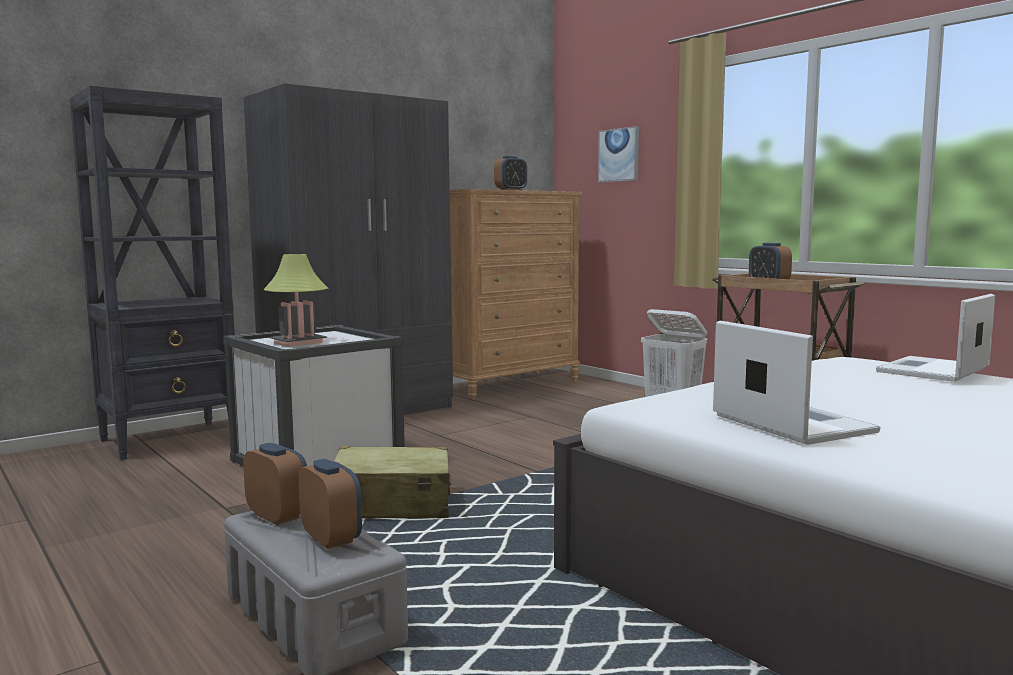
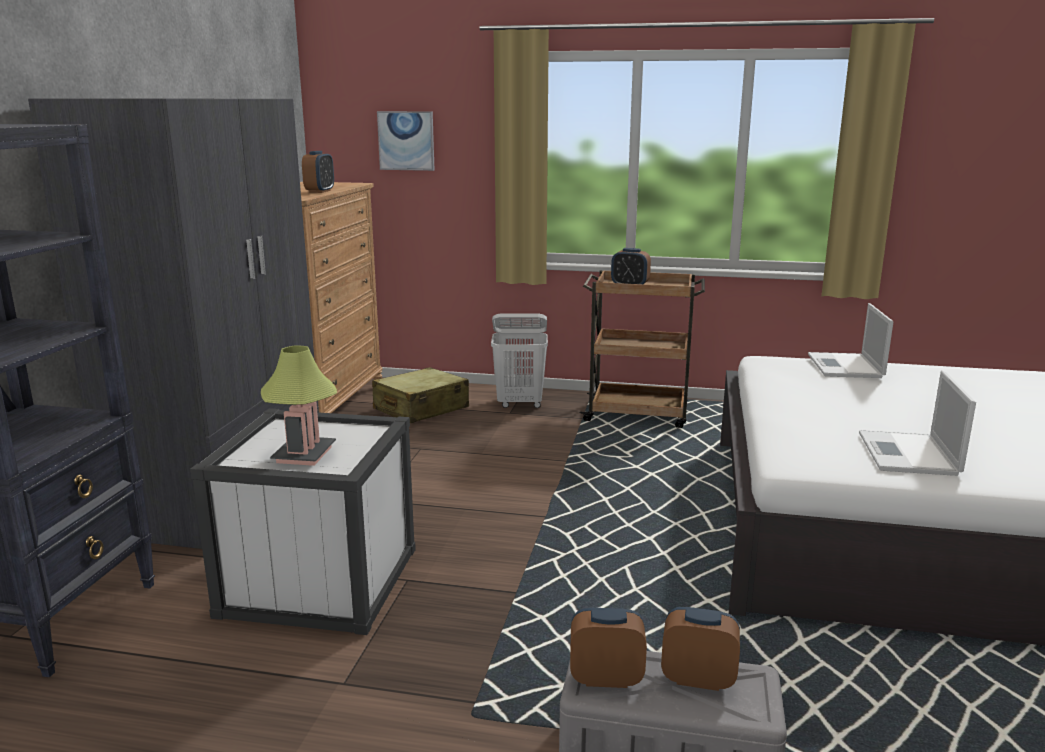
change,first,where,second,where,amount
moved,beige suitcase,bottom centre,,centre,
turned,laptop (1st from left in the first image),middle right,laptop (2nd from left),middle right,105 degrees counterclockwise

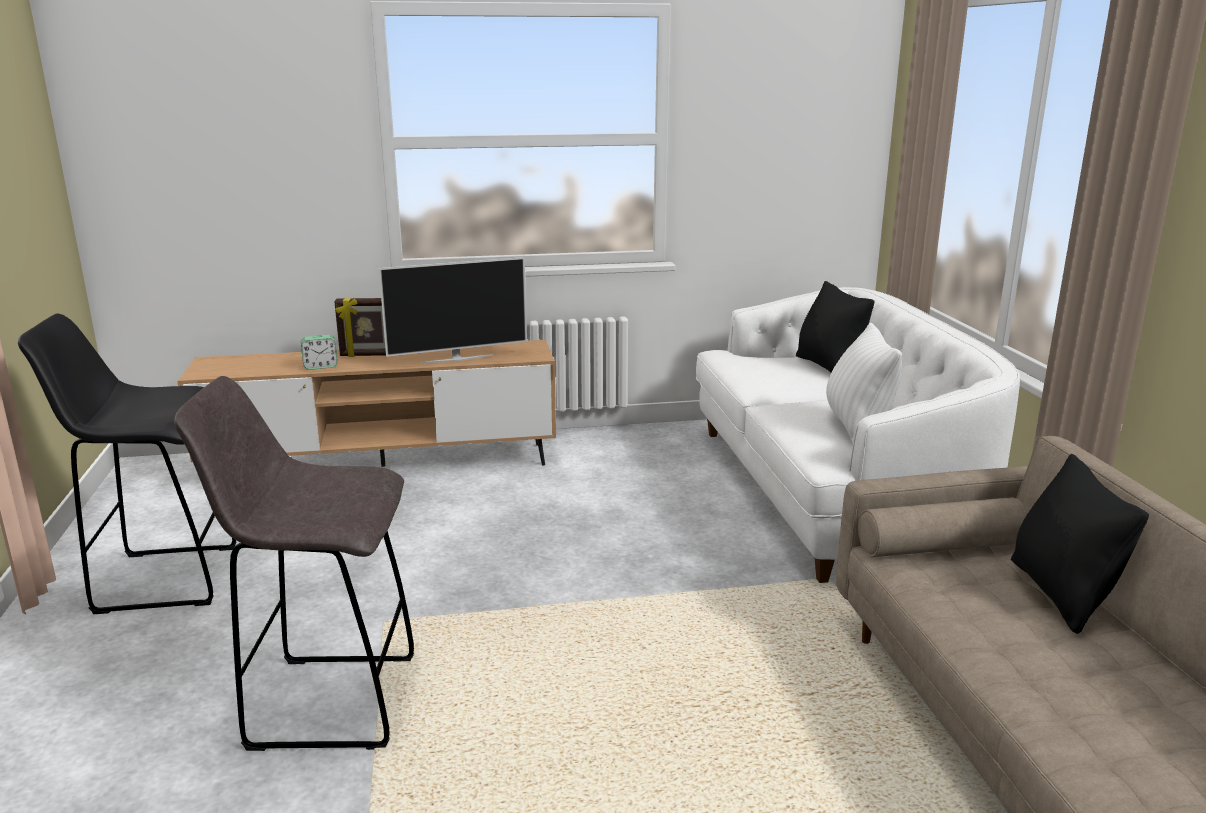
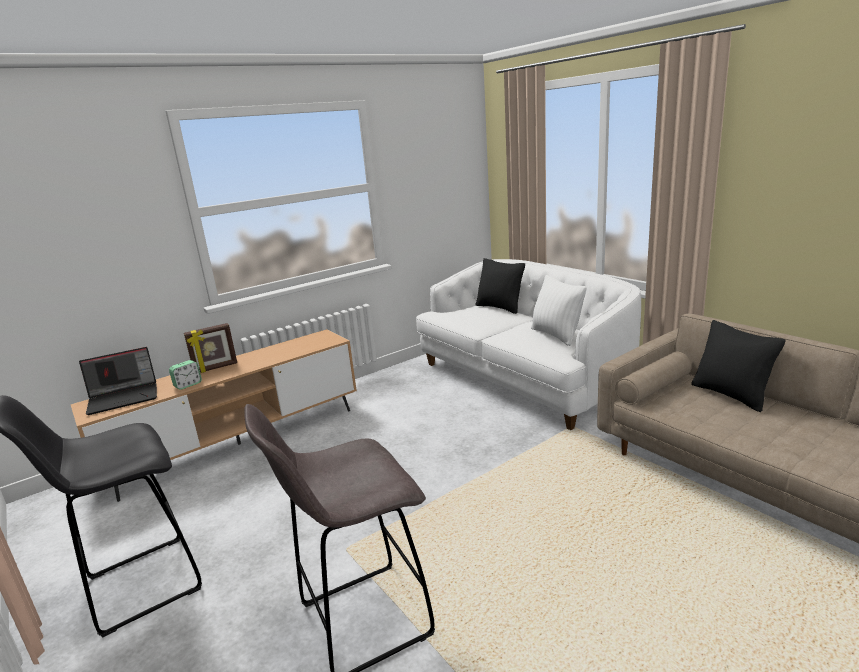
change,first,where,second,where,amount
removed,television,centre,,,
added,,,laptop,middle left,

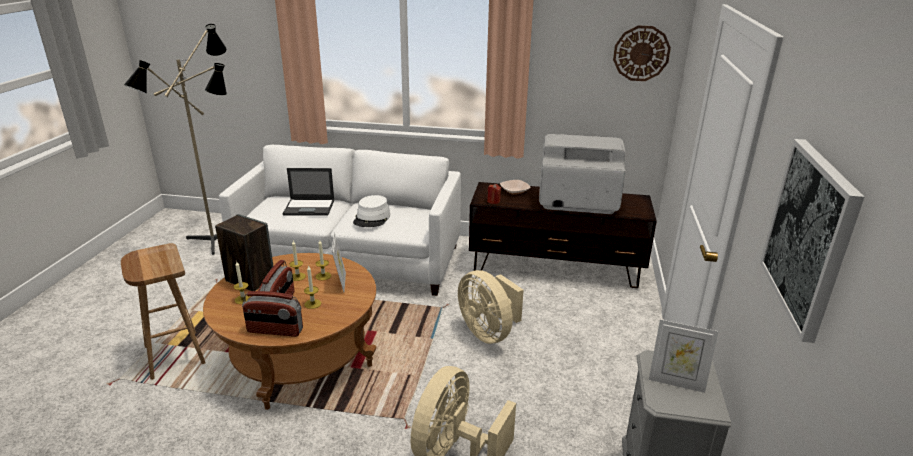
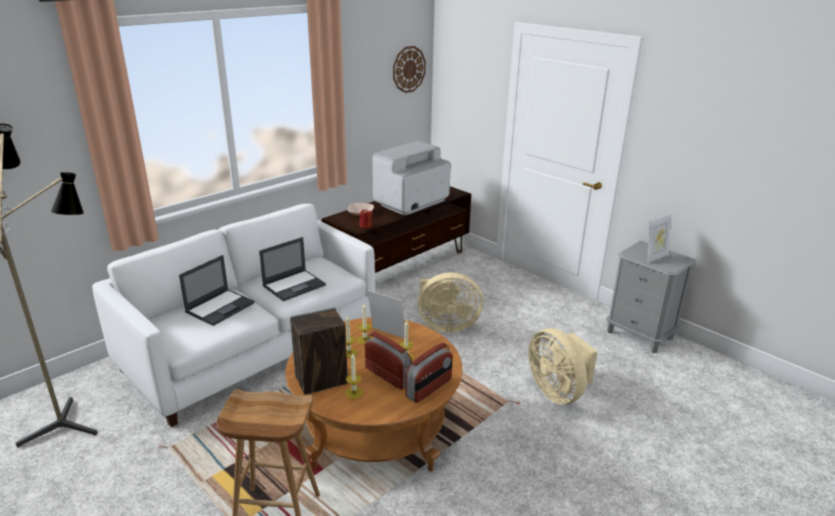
change,first,where,second,where,amount
removed,picture,middle right,,,
replaced,white hat,centre,laptop (2nd from left),centre,

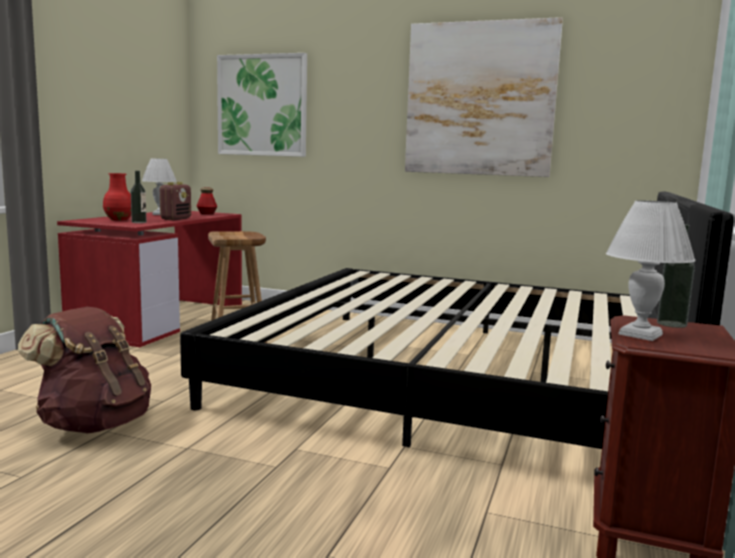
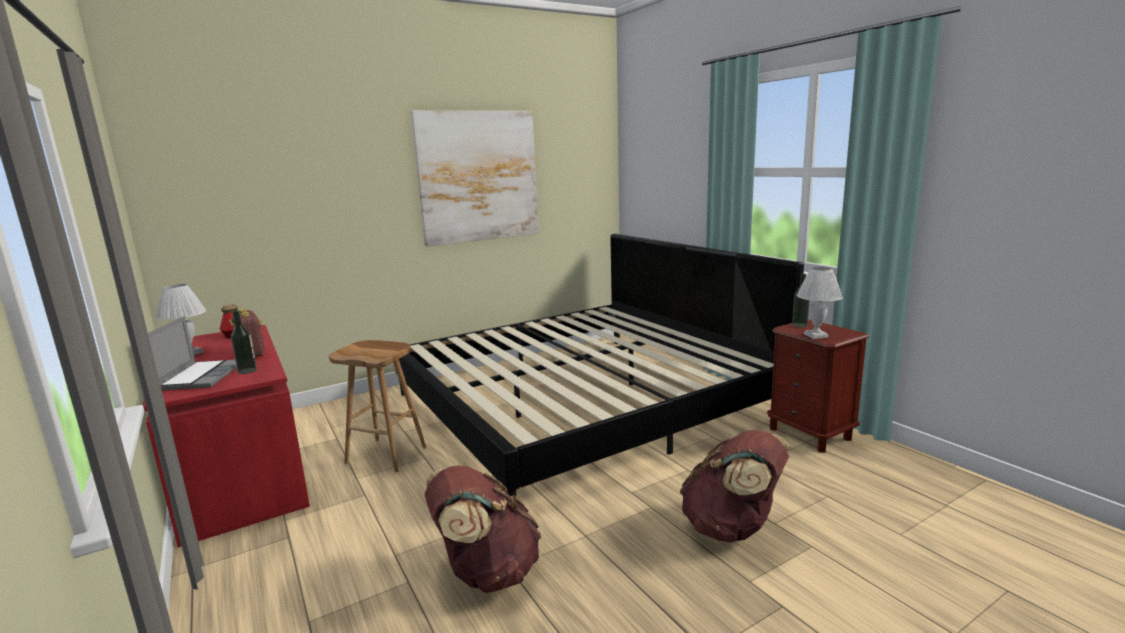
change,first,where,second,where,amount
removed,picture (1st from left),top centre,,,
added,,,brown backpack (2nd from left),bottom centre,
replaced,red vase,middle left,laptop,middle left,

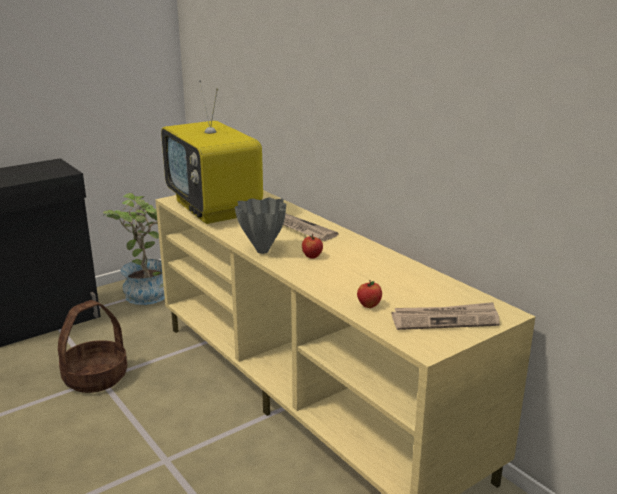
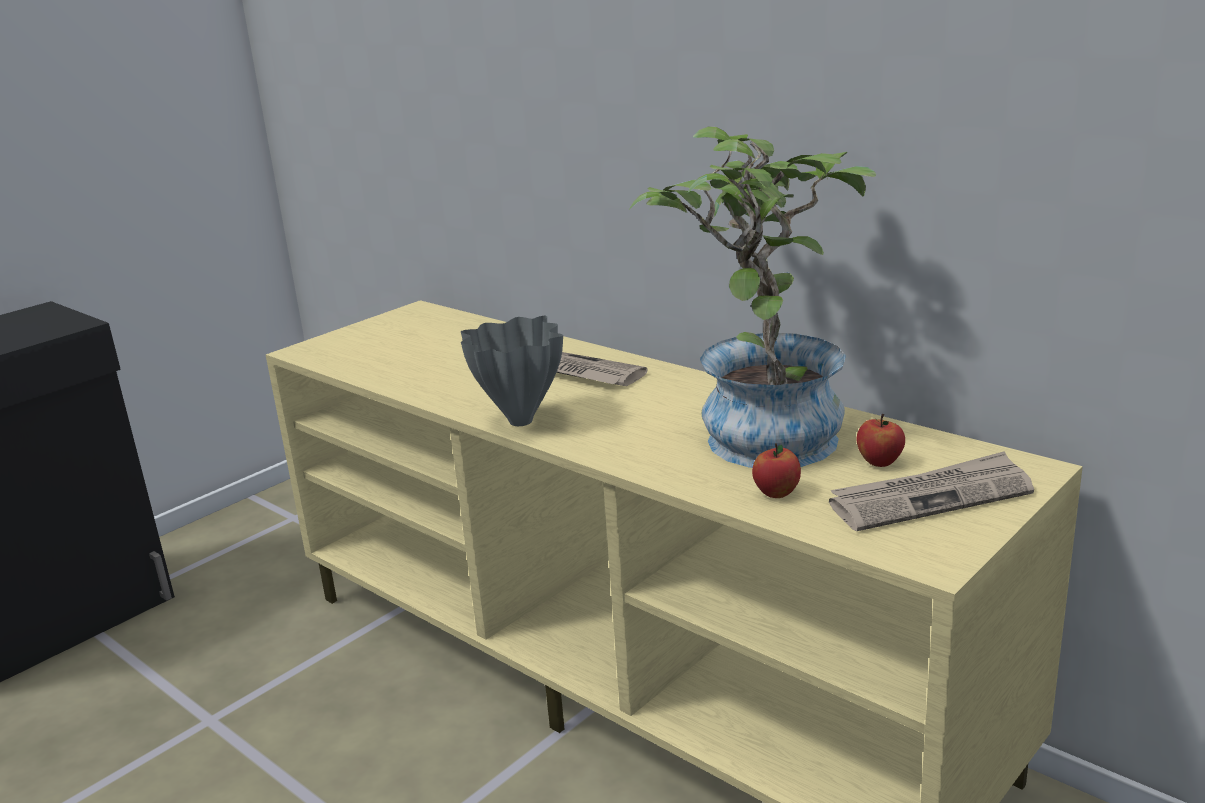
change,first,where,second,where,amount
removed,basket,bottom left,,,
removed,television,top centre,,,
moved,potted plant,middle left,,centre,
moved,apple (1st from left in the first image),centre,apple (2nd from left),middle right,

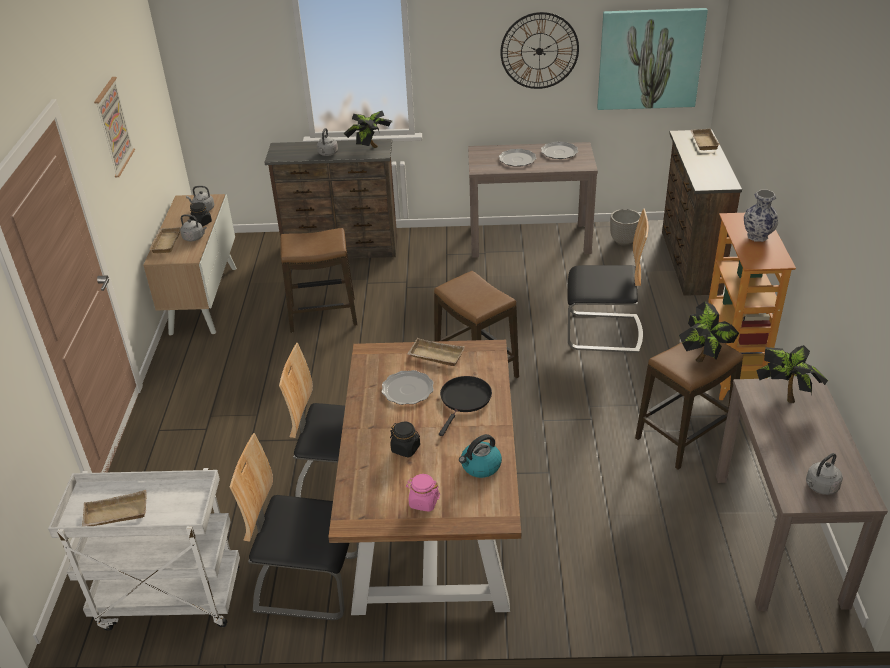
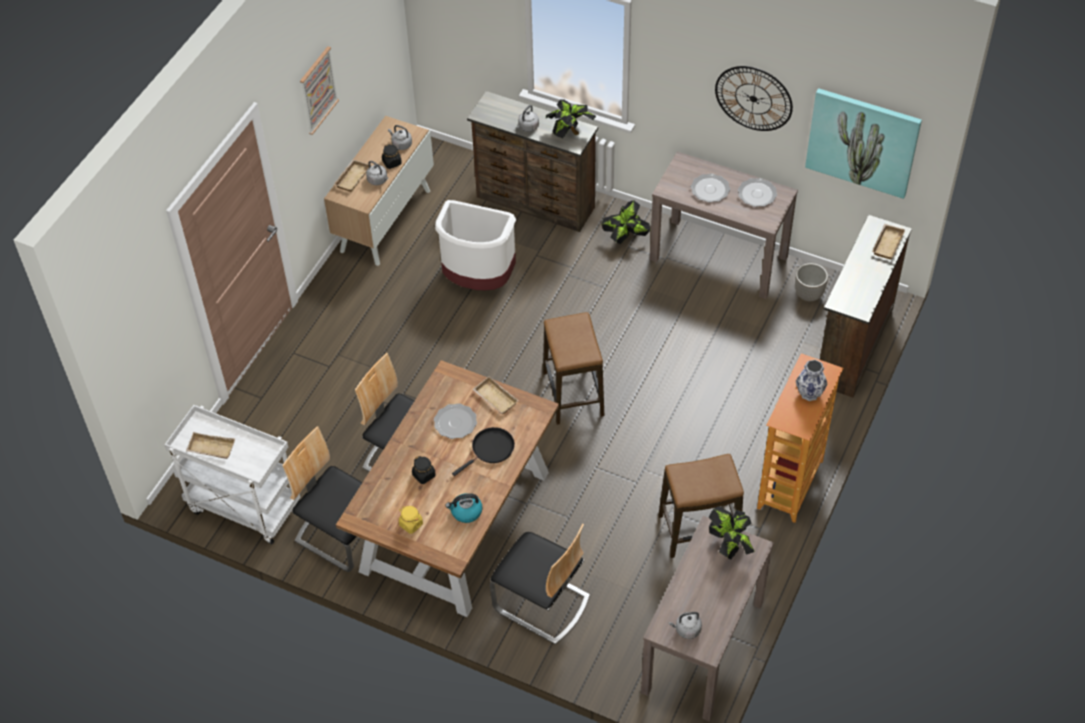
change,first,where,second,where,amount
moved,chair (3rd from left),middle right,,bottom centre,
moved,potted plant (2nd from left),middle right,,top centre,
replaced,stool (1st from left),centre,white trash can,centre,
recoloured,pink jar,bottom centre,yellow jar,bottom centre,

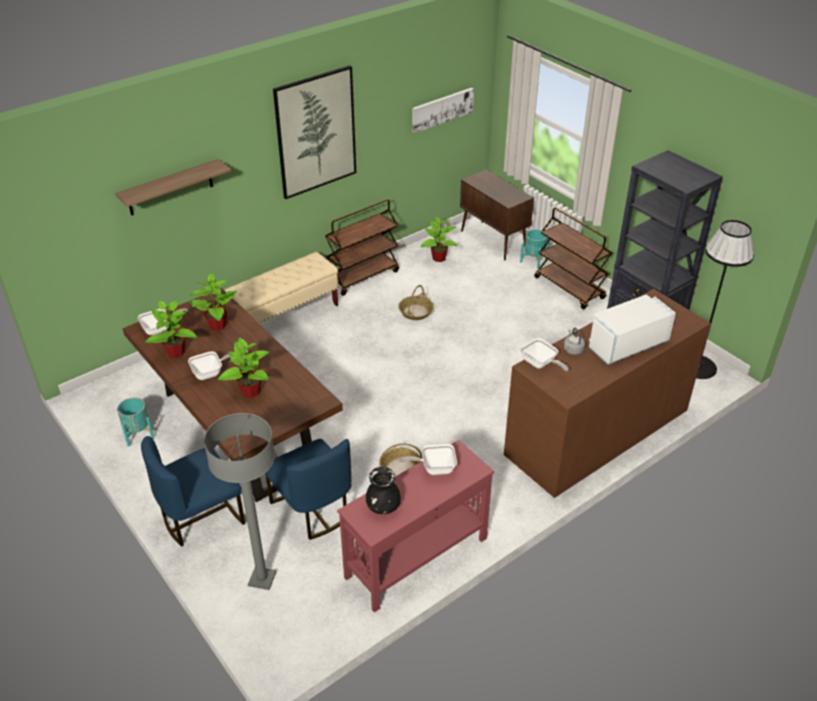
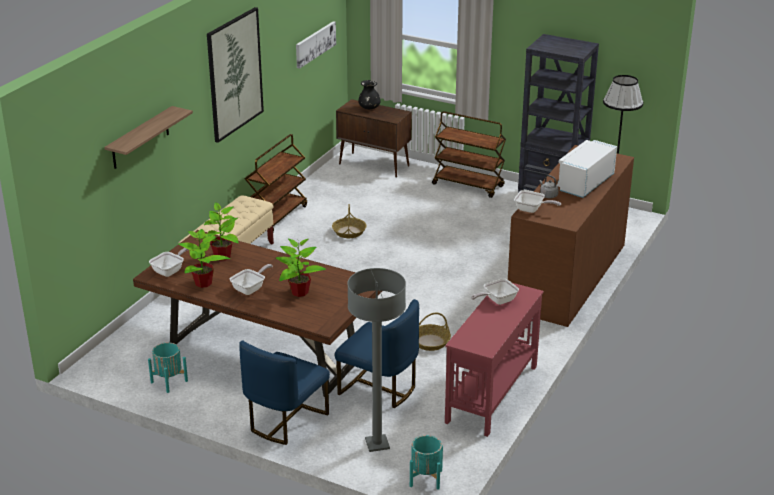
change,first,where,second,where,amount
removed,potted plant (4th from left),centre,,,
moved,black vase,bottom centre,,top centre,
moved,turquoise planter (2nd from left),centre,,bottom centre,

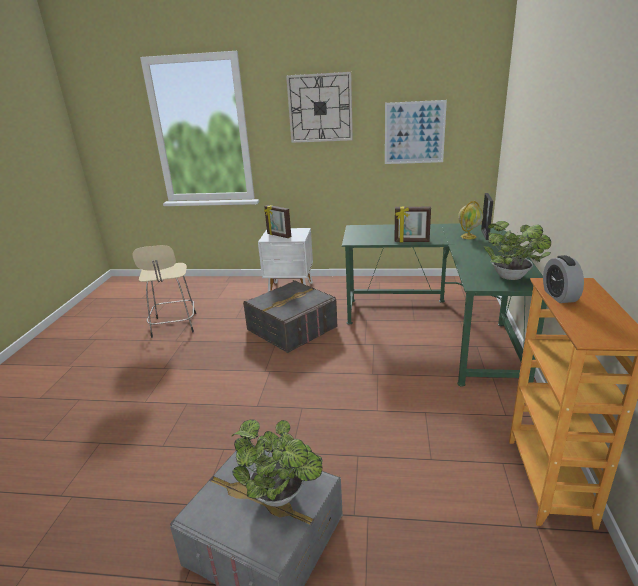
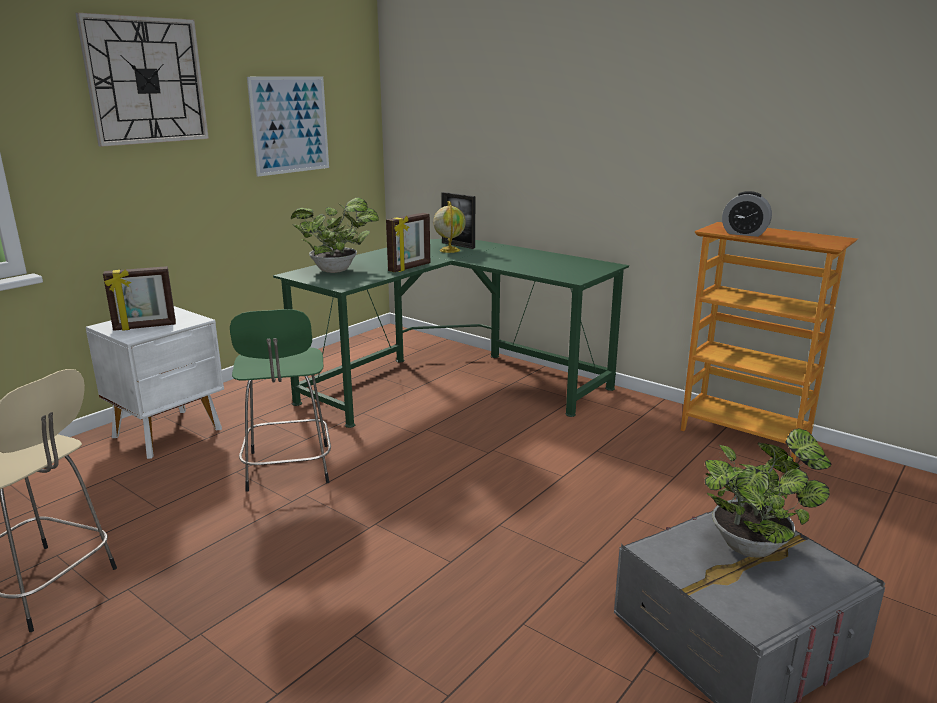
change,first,where,second,where,amount
moved,potted plant (2nd from left in the first image),middle right,potted plant (1st from left),centre,
replaced,grey storage box (2nd from left),centre,green stool,middle left,

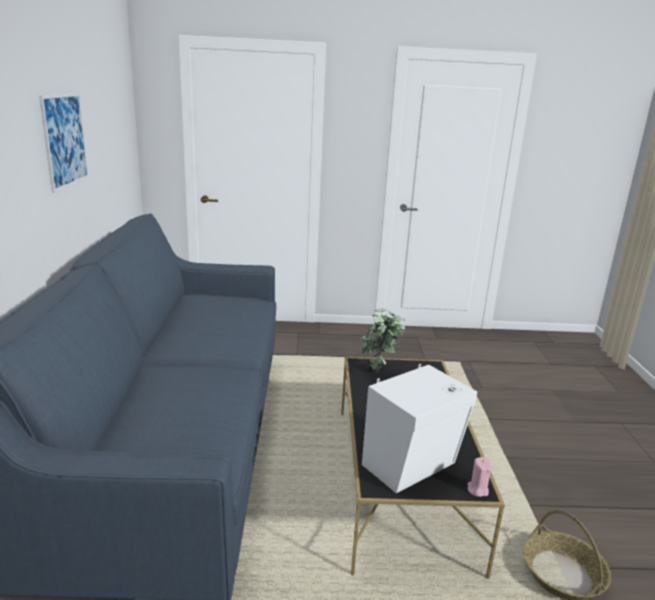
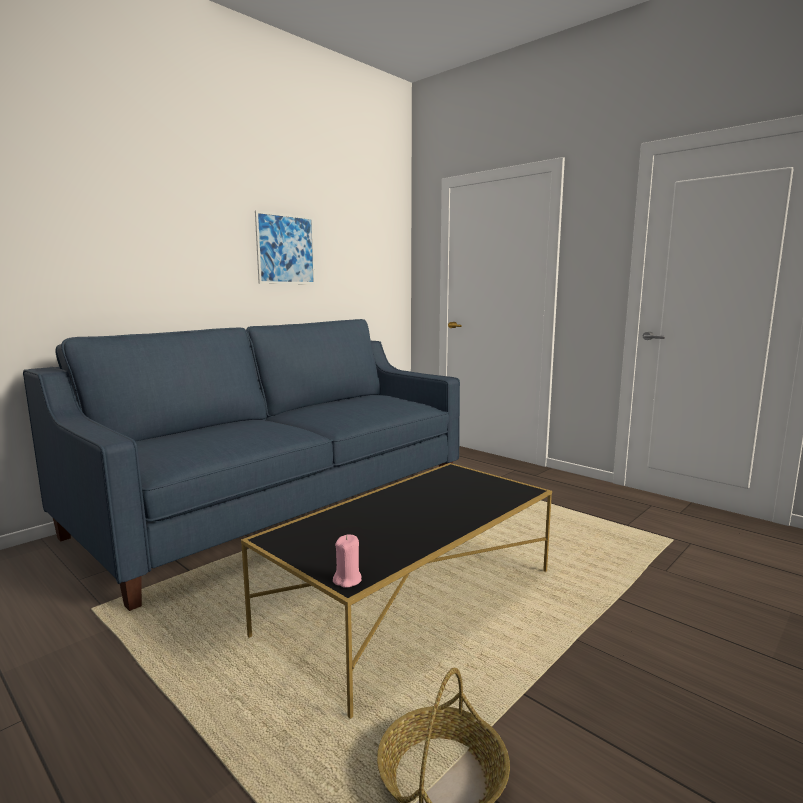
change,first,where,second,where,amount
removed,potted plant,centre,,,
removed,white speaker,bottom centre,,,

